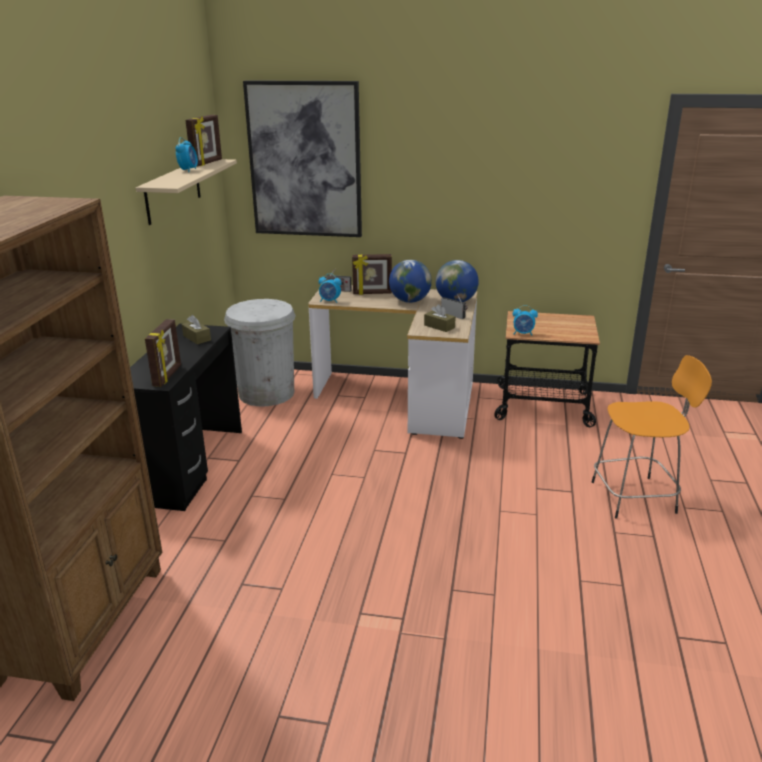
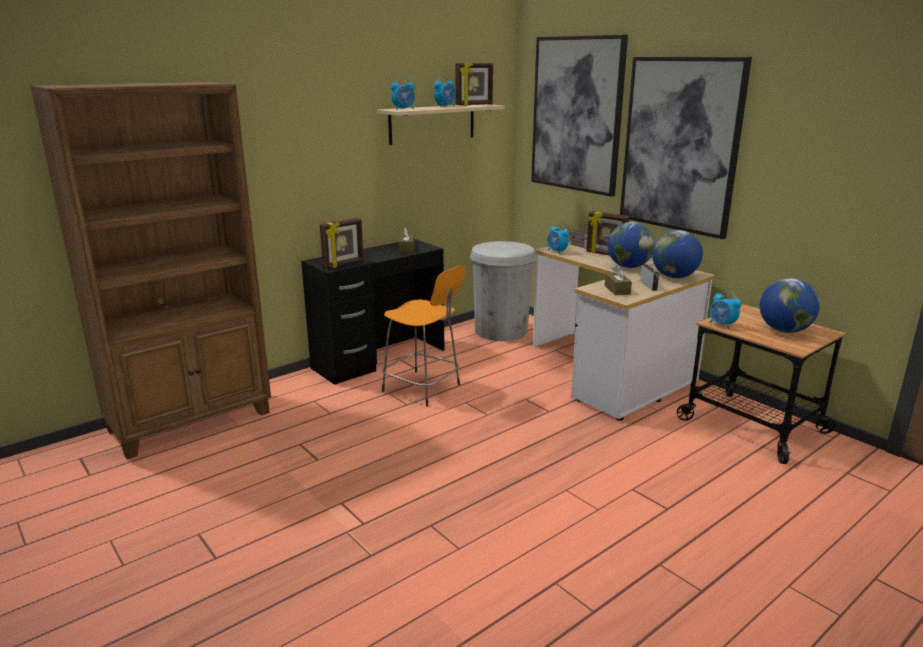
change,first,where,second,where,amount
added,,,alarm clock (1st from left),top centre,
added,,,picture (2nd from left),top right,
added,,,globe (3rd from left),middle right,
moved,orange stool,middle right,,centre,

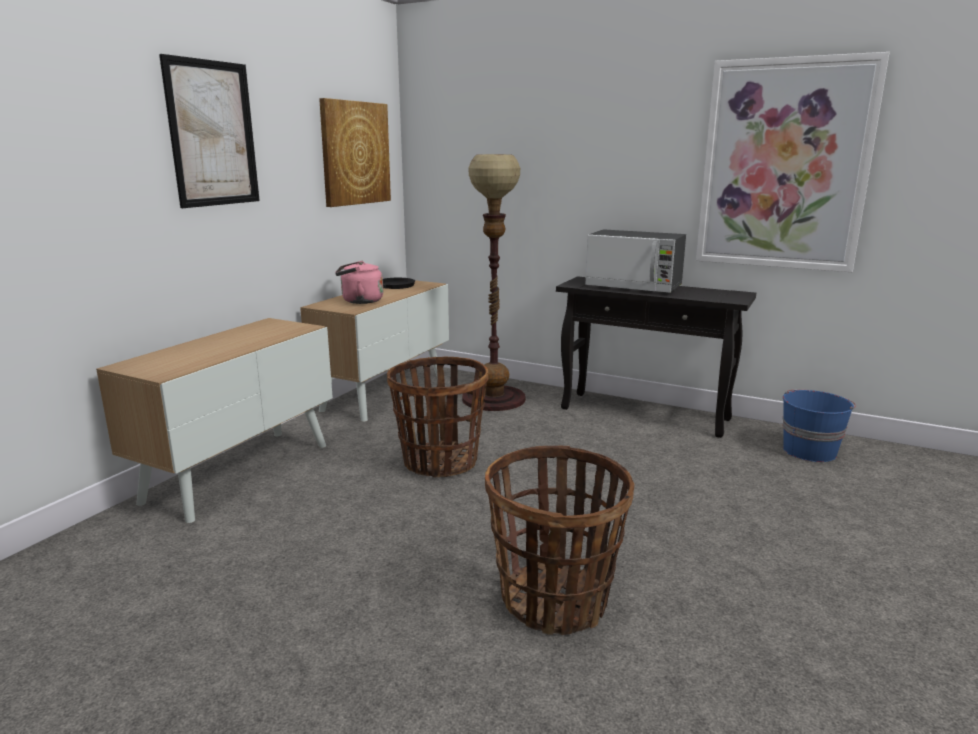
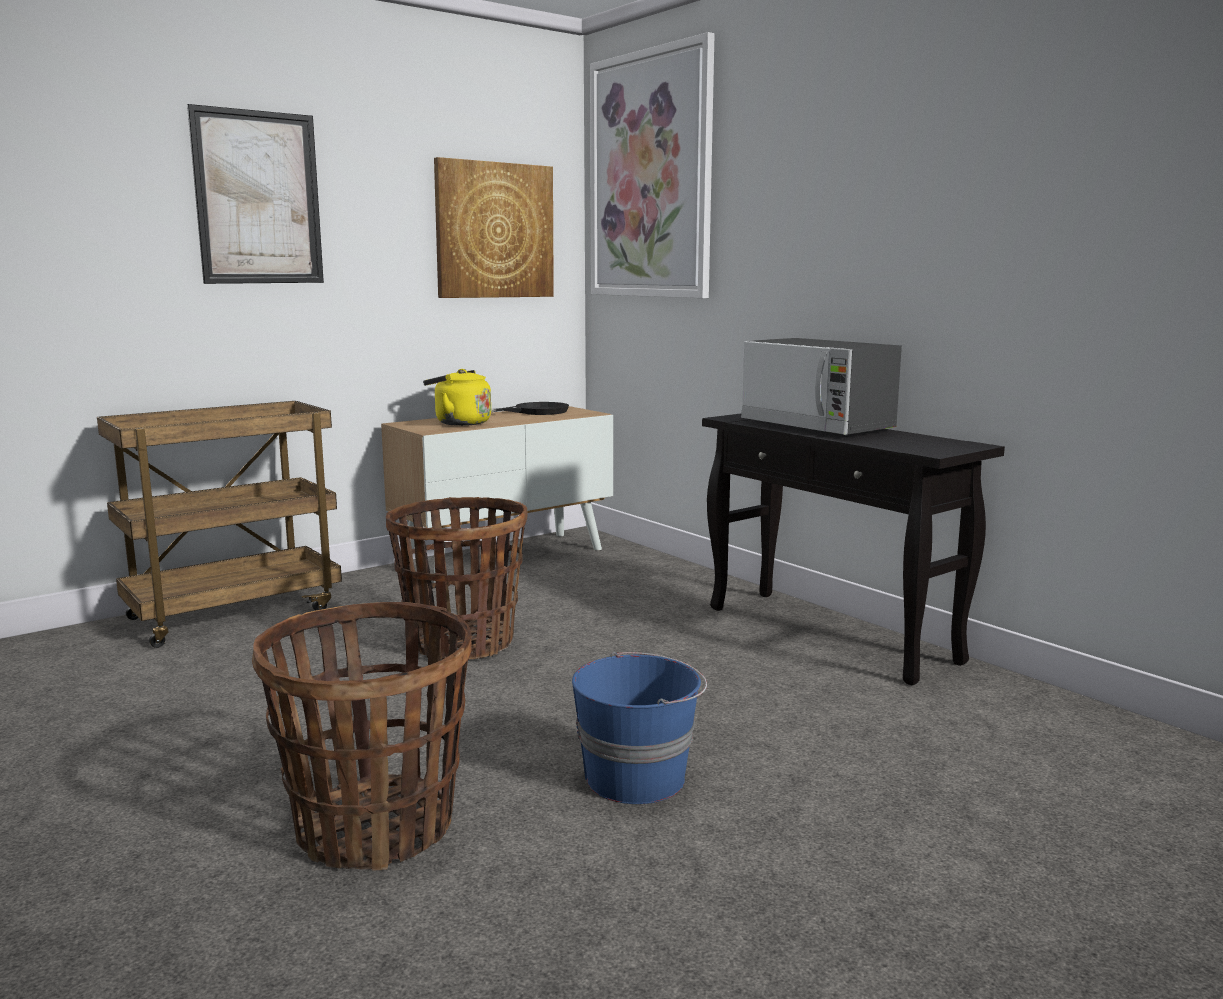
change,first,where,second,where,amount
removed,floor lamp,centre,,,
moved,picture (3rd from left),top right,,top centre,
moved,blue bucket,middle right,,bottom centre,
replaced,cabinet (1st from left),middle left,brown cart,middle left,
recoloured,pink kettle,centre,yellow kettle,centre,

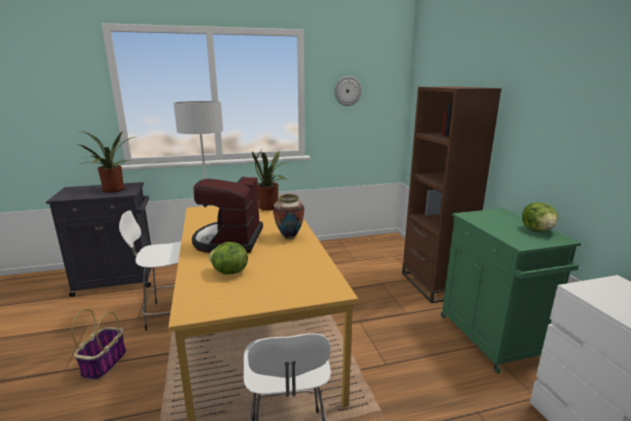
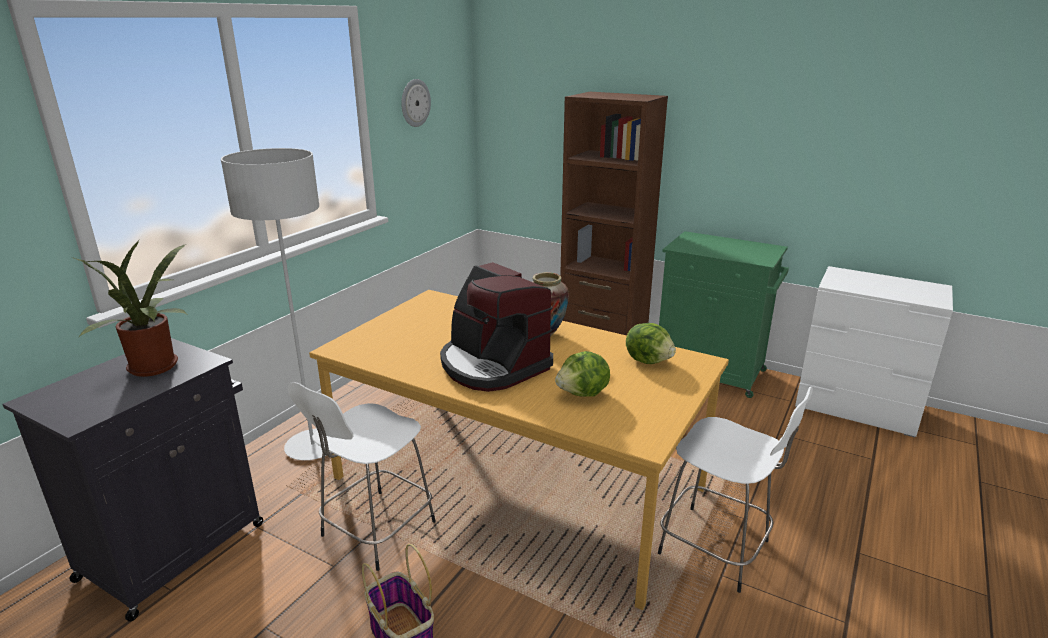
change,first,where,second,where,amount
removed,potted plant (2nd from left),centre,,,
moved,lettuce (2nd from left),middle right,,centre,

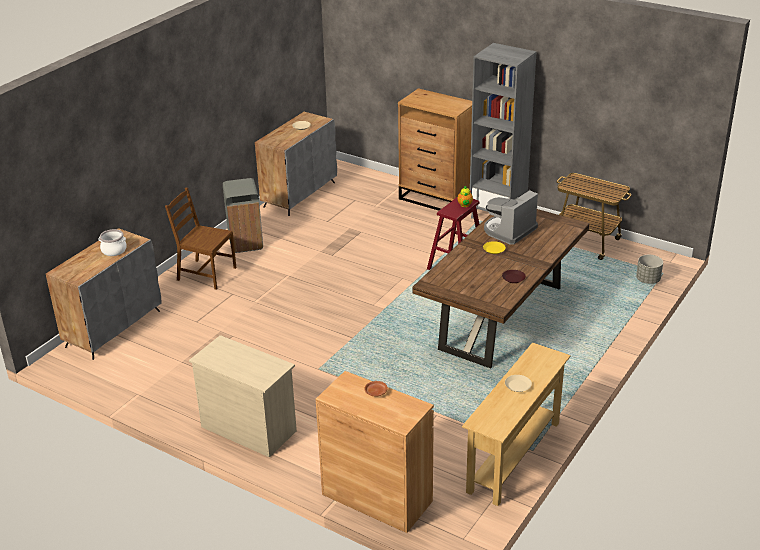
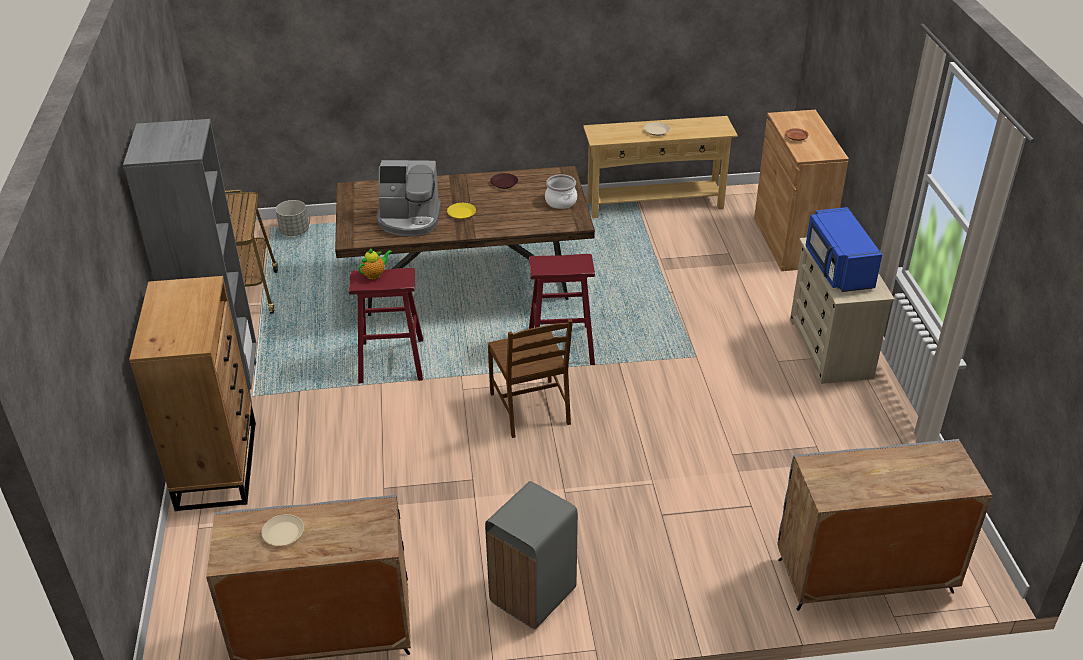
change,first,where,second,where,amount
added,,,red stool (2nd from left),centre,
added,,,blue microwave,middle right,
moved,cooking pot,middle left,,top centre,
moved,brown chair,middle left,,centre,

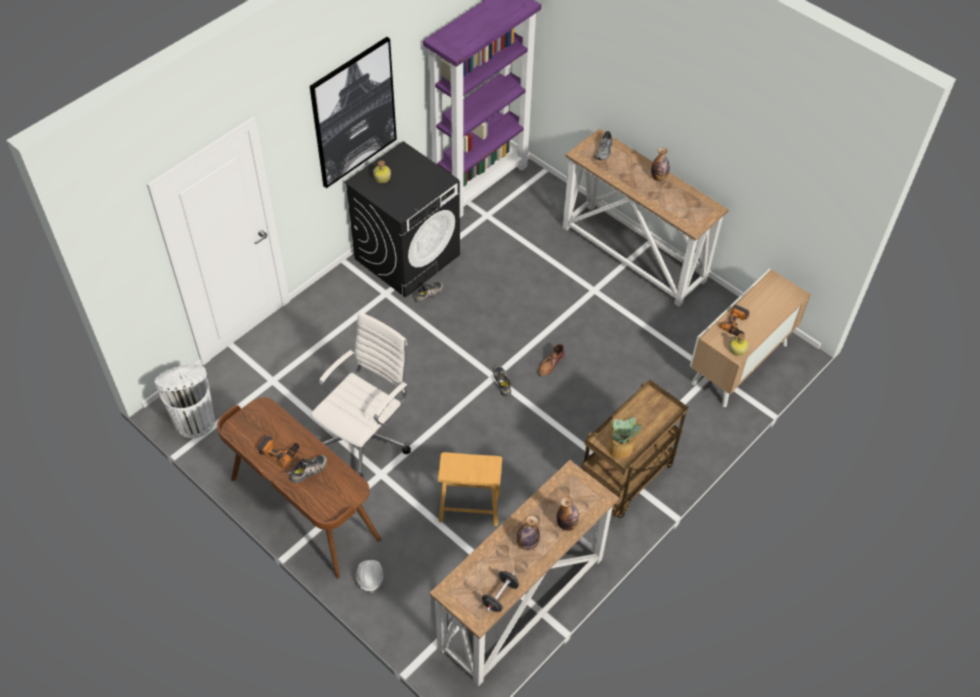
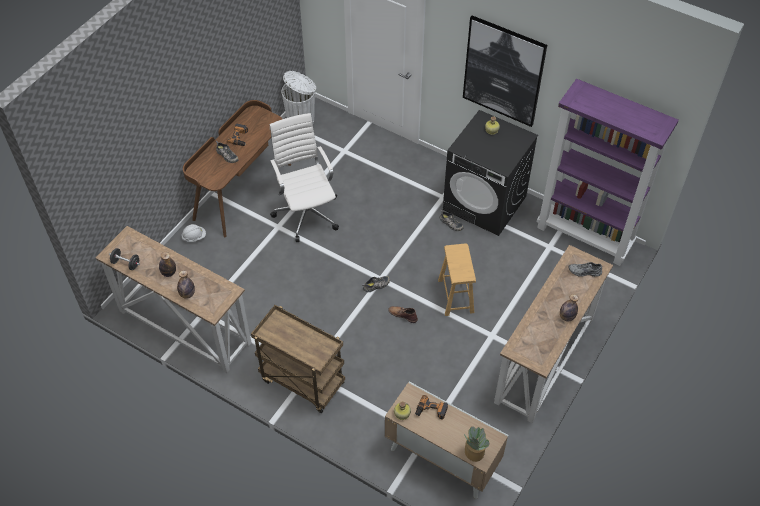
change,first,where,second,where,amount
moved,brown stool,bottom centre,,centre,
moved,potted plant,centre,,bottom centre,
turned,white office chair,centre,,centre,135 degrees counterclockwise

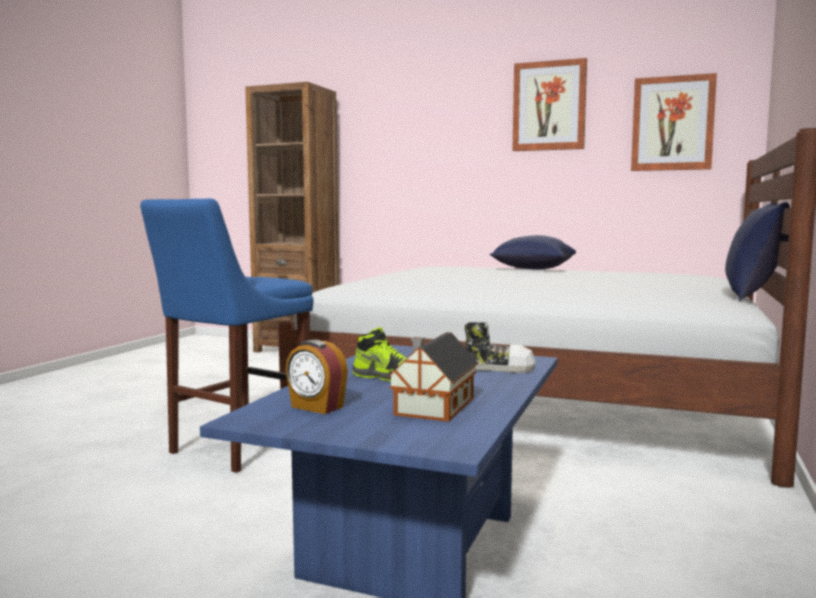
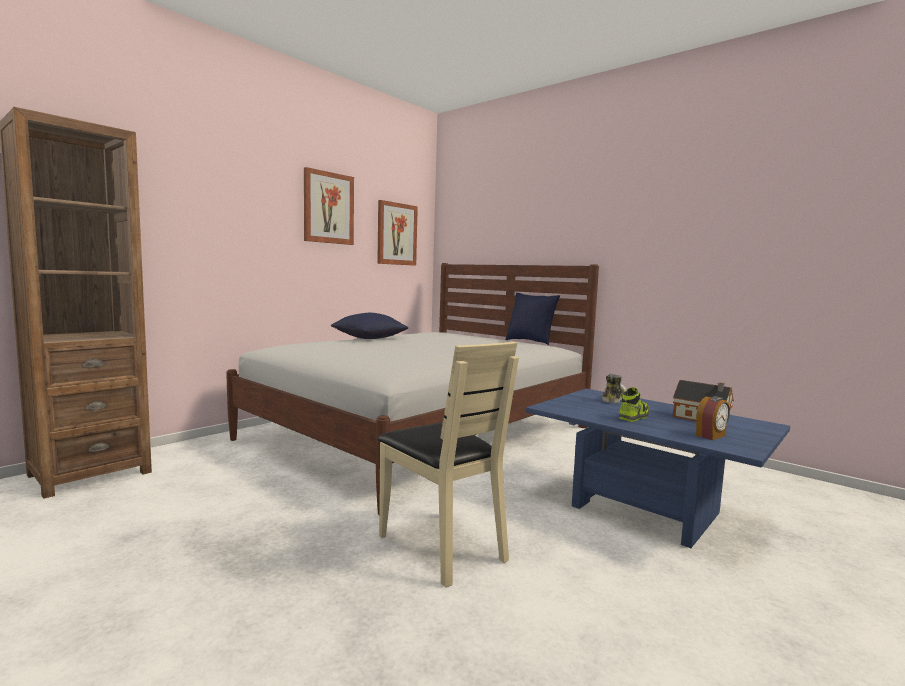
change,first,where,second,where,amount
replaced,blue stool,middle left,beige chair,bottom centre,

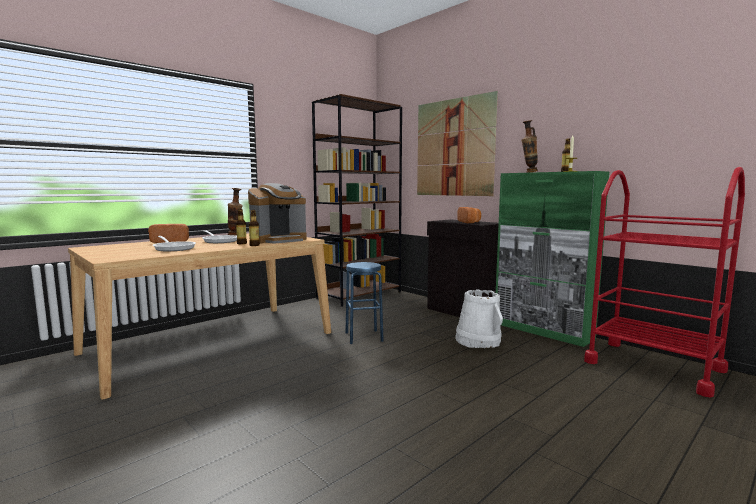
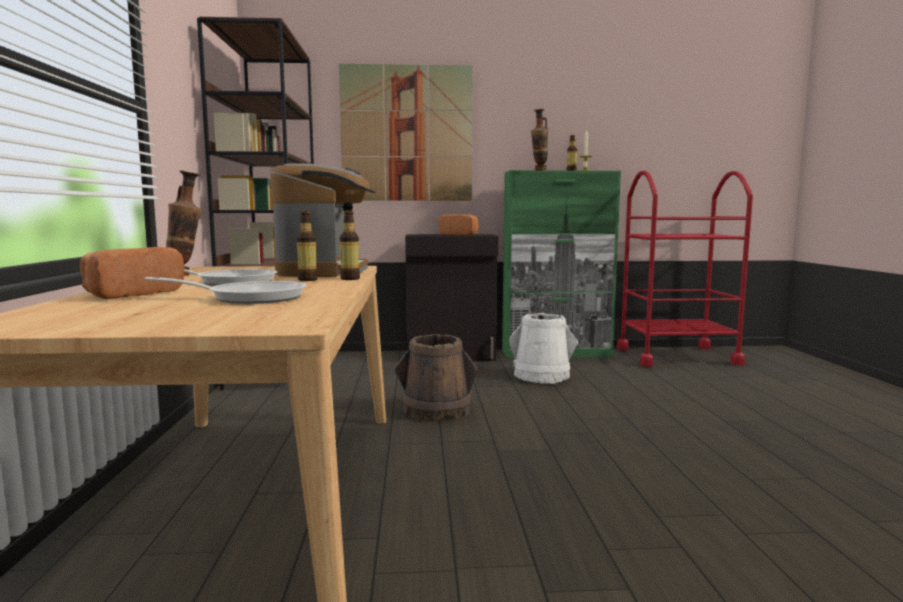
change,first,where,second,where,amount
replaced,blue stool,centre,brown bucket,centre,

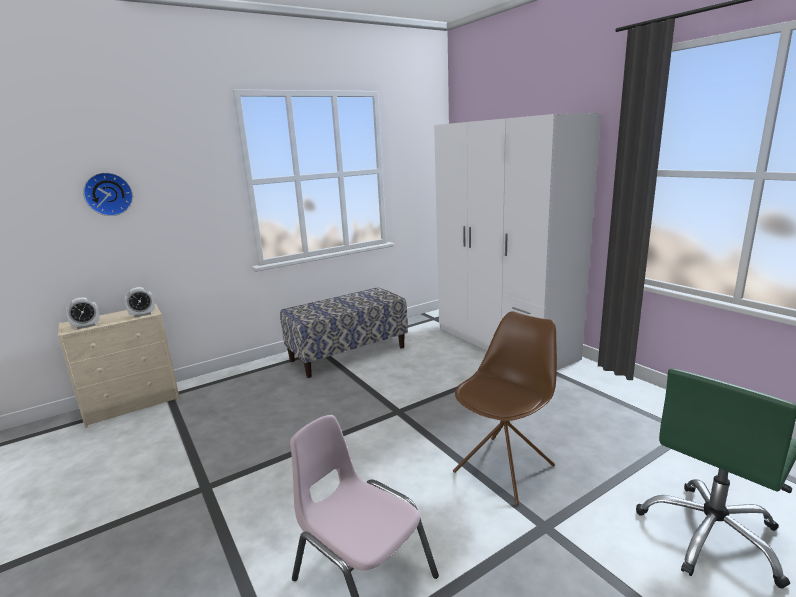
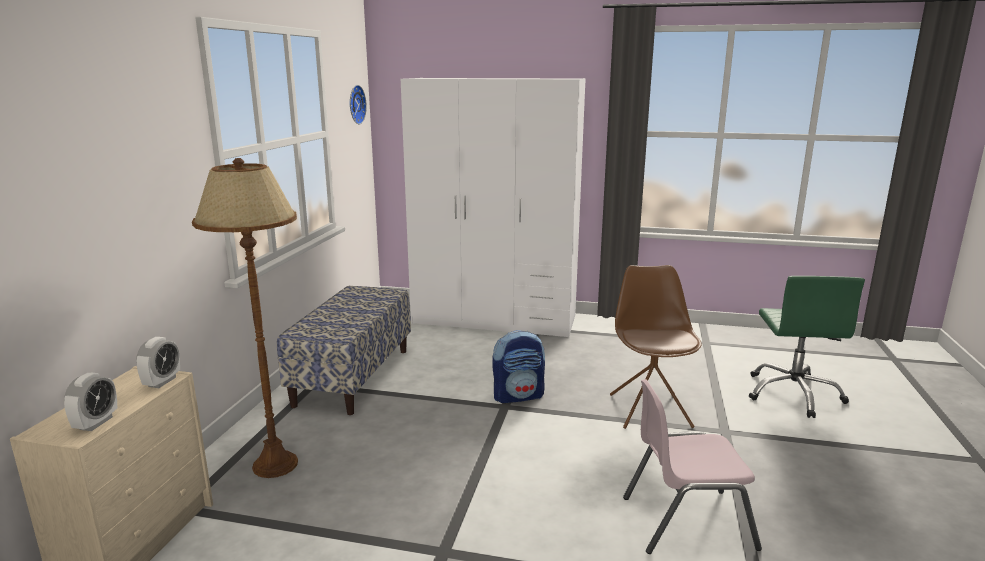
change,first,where,second,where,amount
added,,,brown floor lamp,middle left,
added,,,backpack,centre,
moved,wall clock,top left,,top centre,

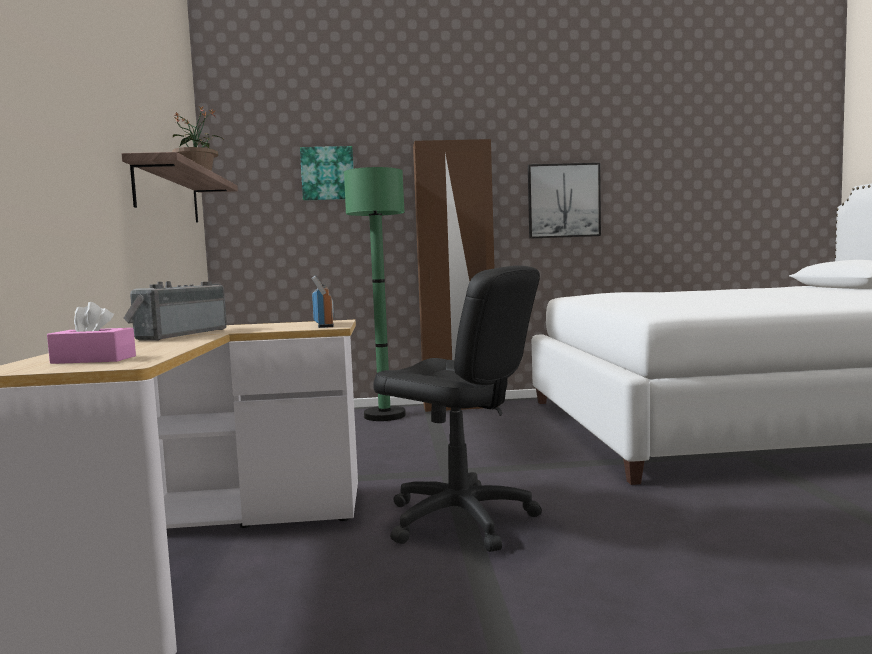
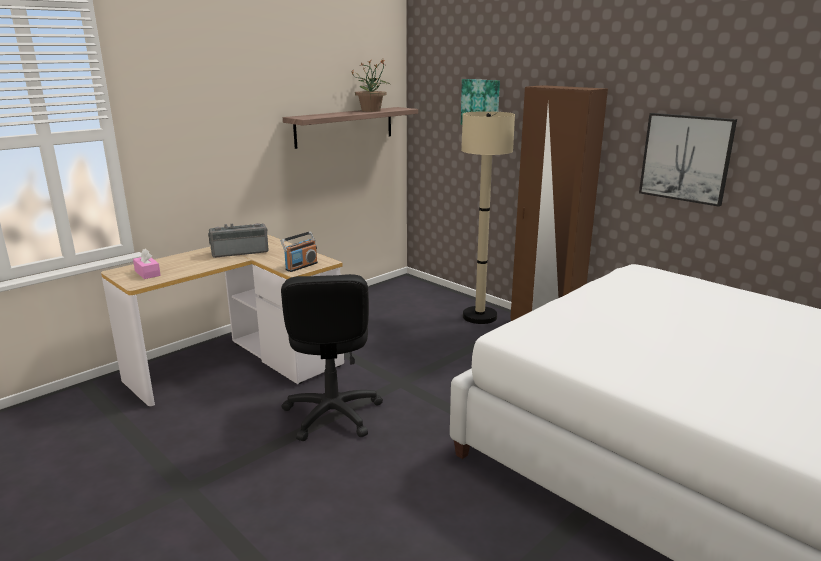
change,first,where,second,where,amount
recoloured,green floor lamp,centre,beige floor lamp,centre,

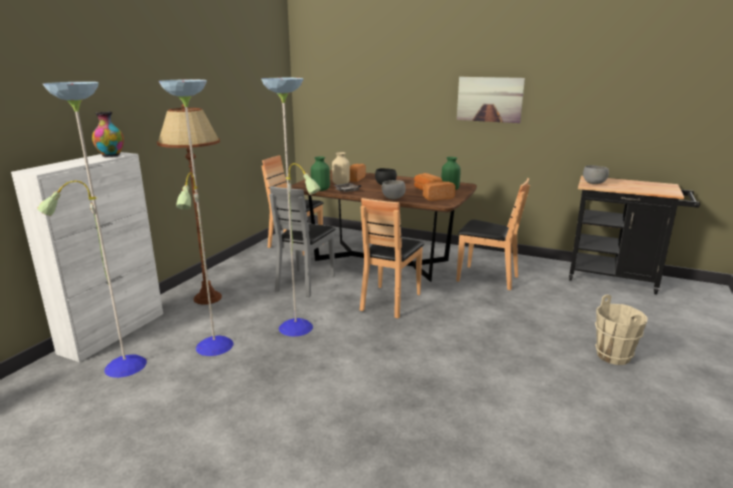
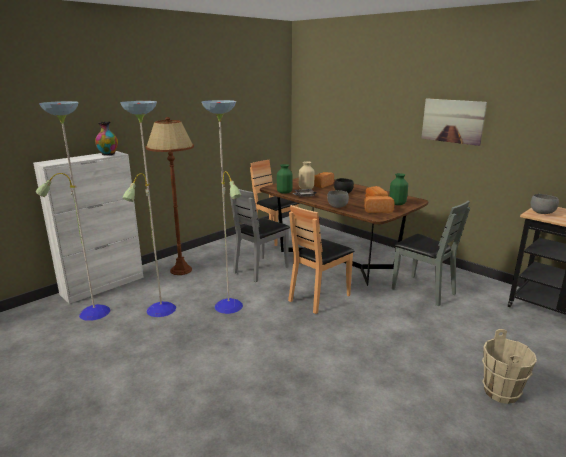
change,first,where,second,where,amount
recoloured,brown chair (3rd from left),middle right,grey chair (2nd from left),middle right,

